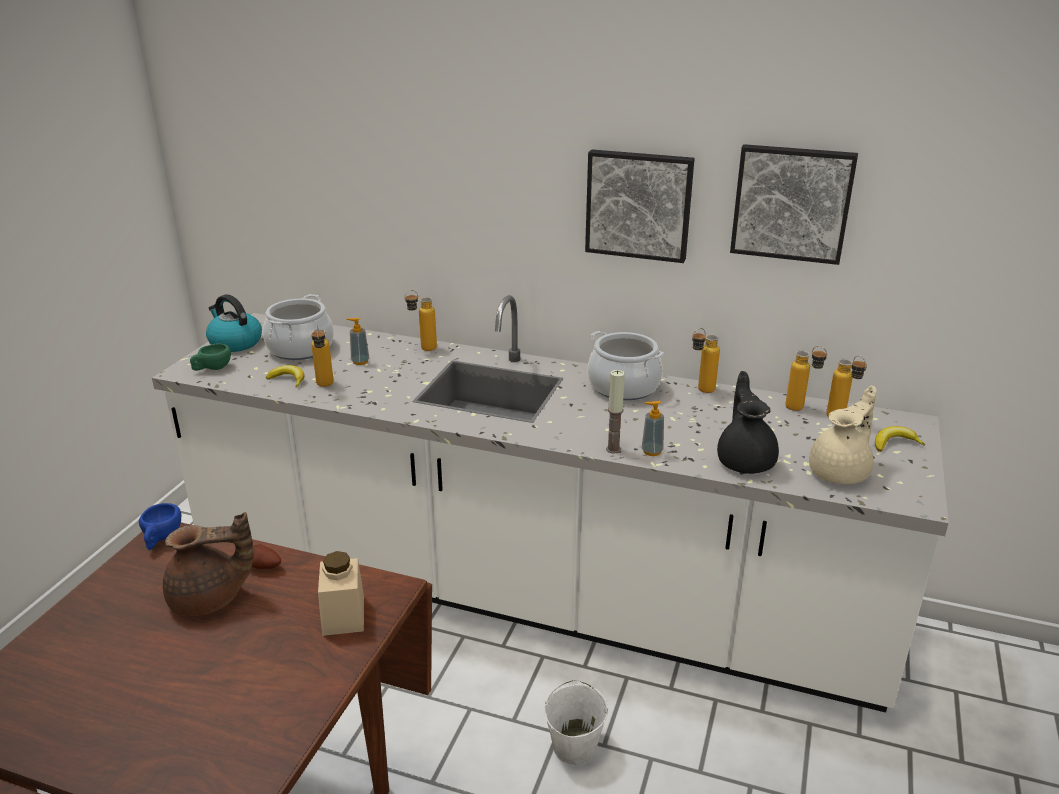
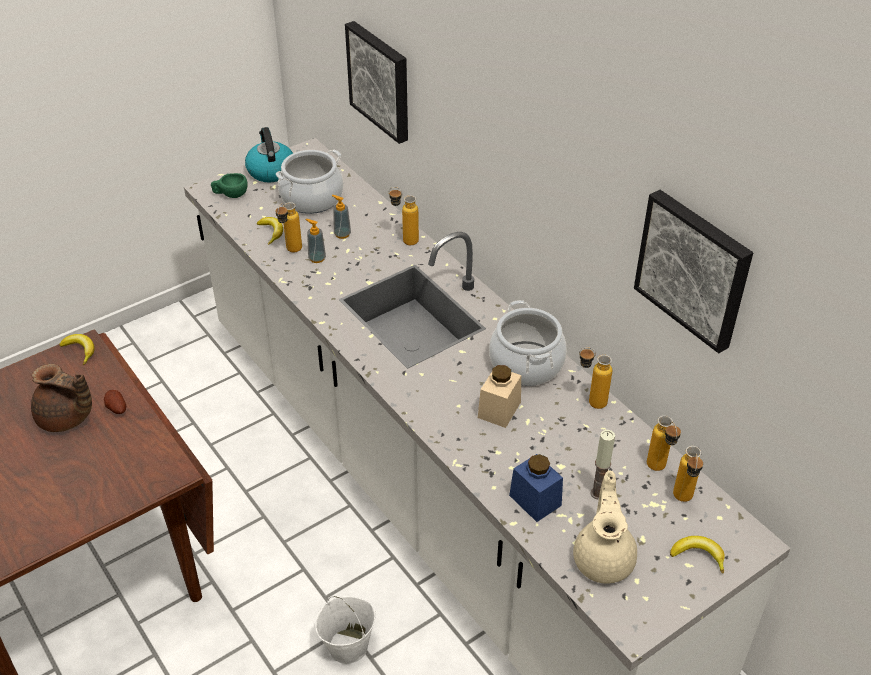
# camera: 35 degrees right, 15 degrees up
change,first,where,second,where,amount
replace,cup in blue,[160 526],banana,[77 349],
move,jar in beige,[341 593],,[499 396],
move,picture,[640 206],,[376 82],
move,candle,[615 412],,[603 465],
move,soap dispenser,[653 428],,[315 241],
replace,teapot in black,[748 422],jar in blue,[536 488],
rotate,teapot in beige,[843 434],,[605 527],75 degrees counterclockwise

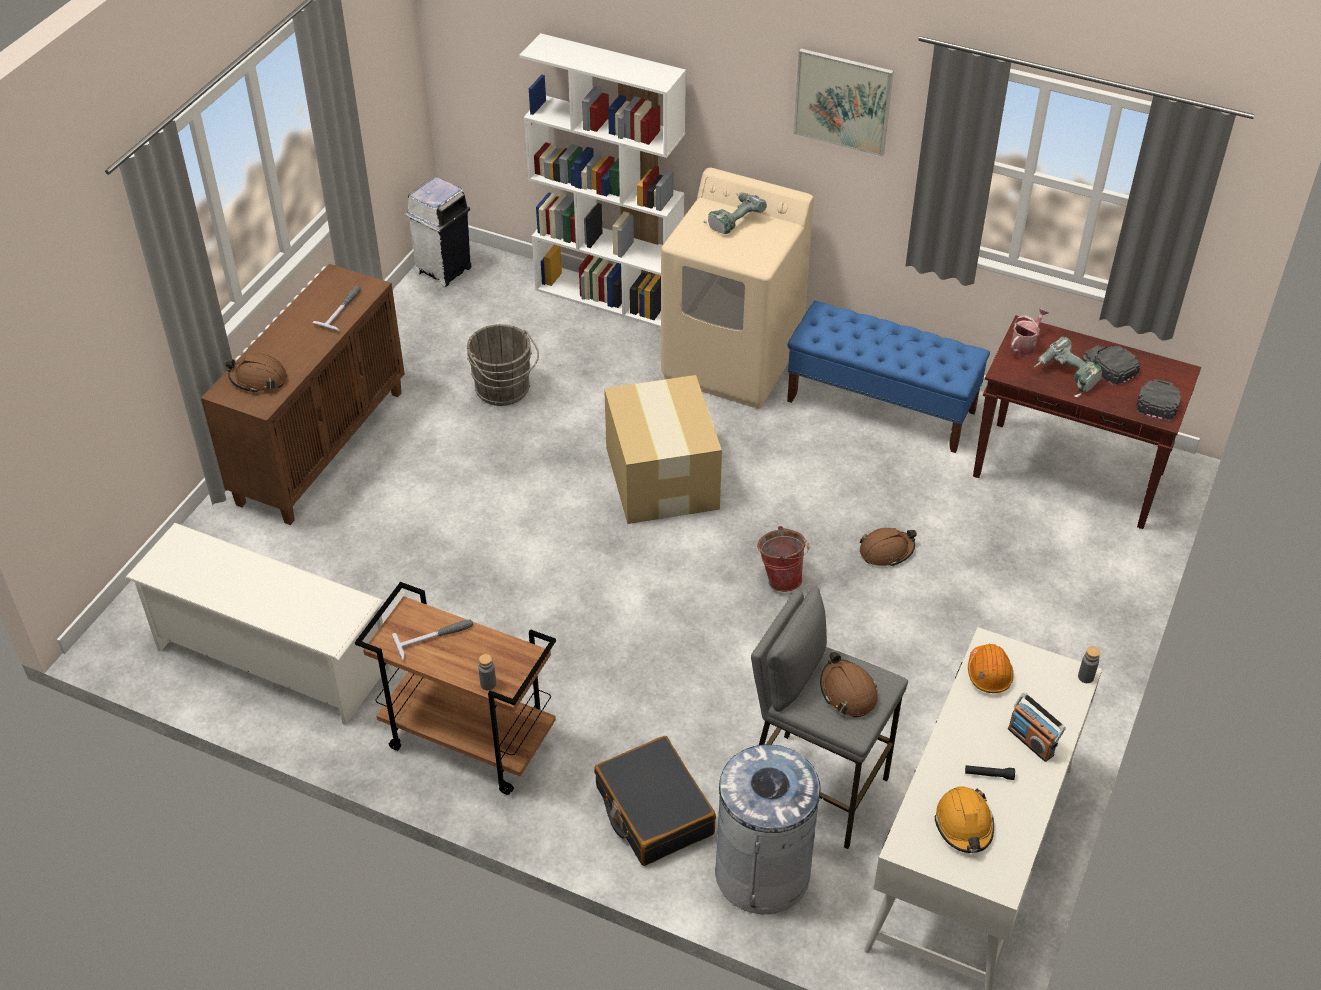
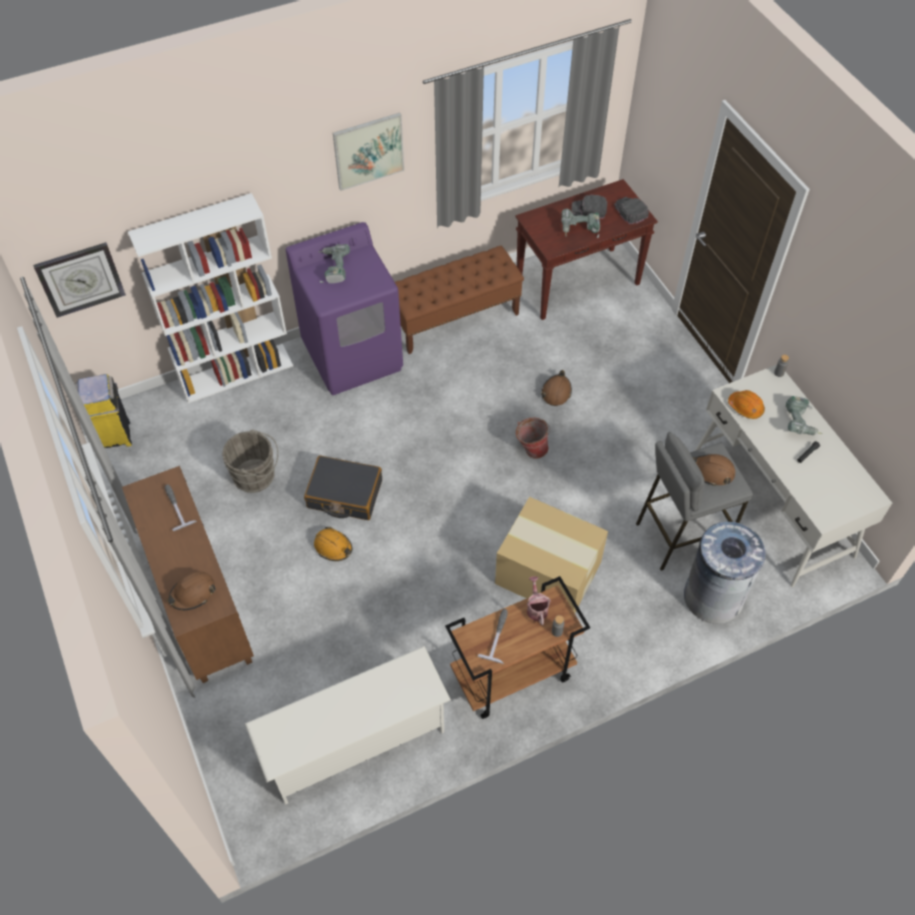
# camera: 50 degrees left, 10 degrees up
change,first,where,second,where,amount
recolor,trash can in white,[438 232],trash can in yellow,[103 411],
move,suitcase in black,[655 801],,[343 487],
move,cardboard box,[663 449],,[551 555],
recolor,washing machine in beige,[737 288],washing machine in purple,[344 308],
recolor,bench in blue,[888 377],bench in brown,[459 300],
move,hard hat in orange,[964 819],,[333 544],
replace,radio,[1037 727],power drill,[804 415],
move,watering can,[1029 331],,[539 600],
insert,,,wall clock,[79 280],

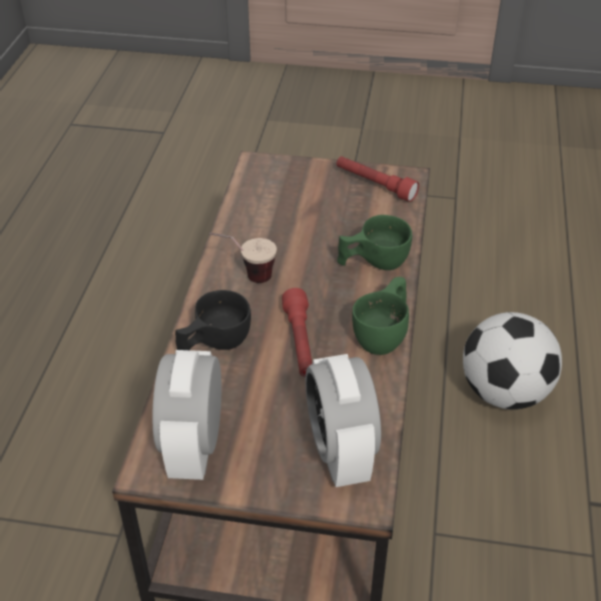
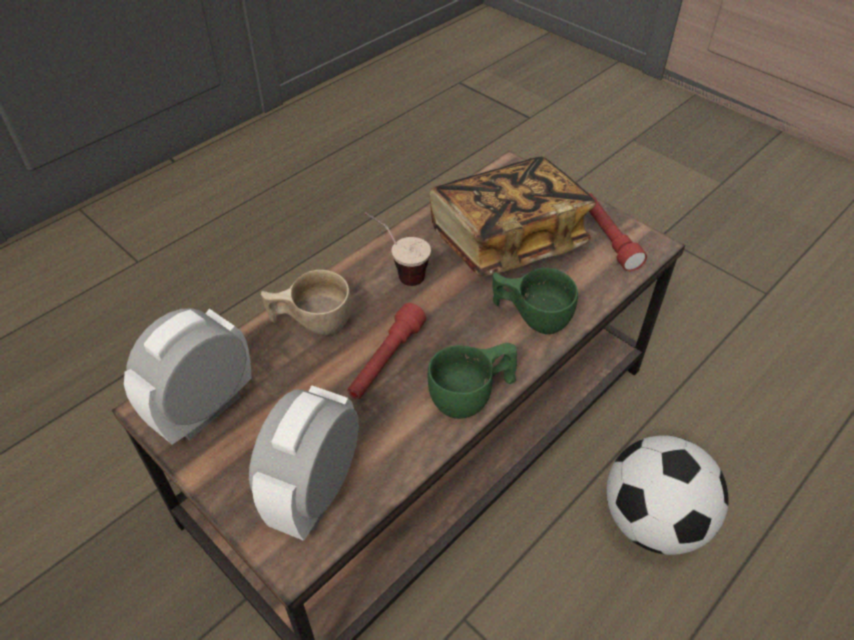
# camera: 35 degrees right, 5 degrees up
change,first,where,second,where,amount
recolor,cup in black,[213 320],cup in beige,[306 302],
insert,,,book,[512 217],

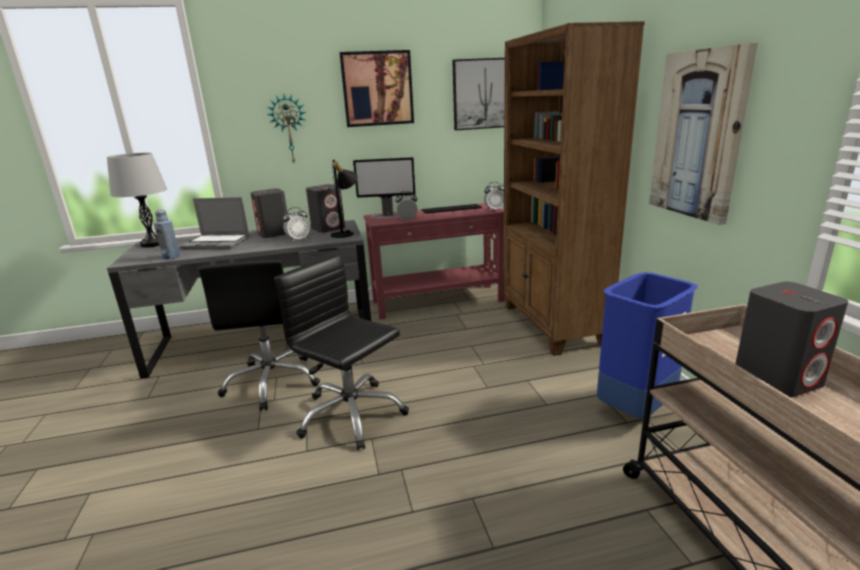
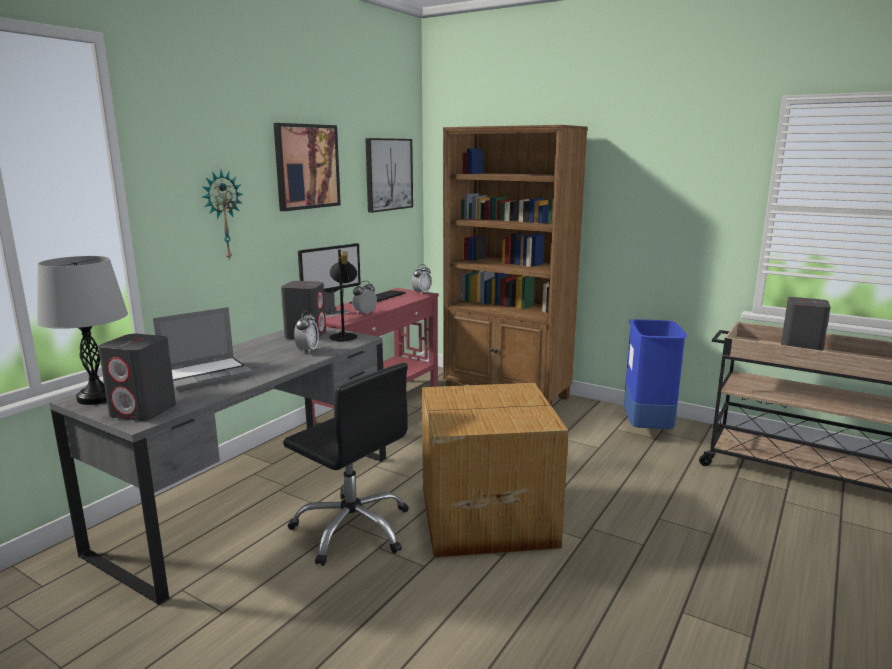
# camera: 45 degrees left, 5 degrees down
change,first,where,second,where,amount
delete,bottle in blue,[167 234],,,
move,speaker in grey,[269 213],,[137 377],
replace,office chair in black,[341 352],cardboard box,[495 470],
delete,picture,[703 134],,,

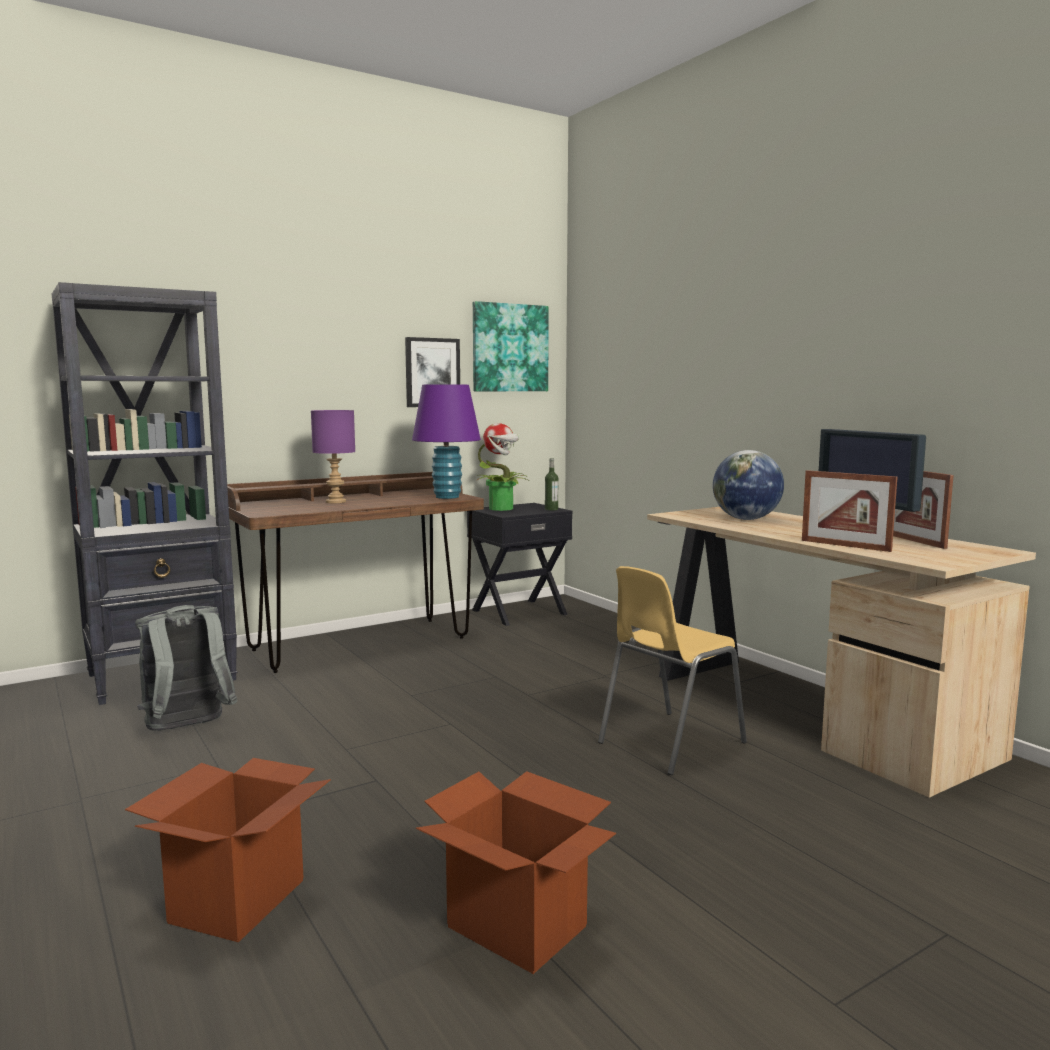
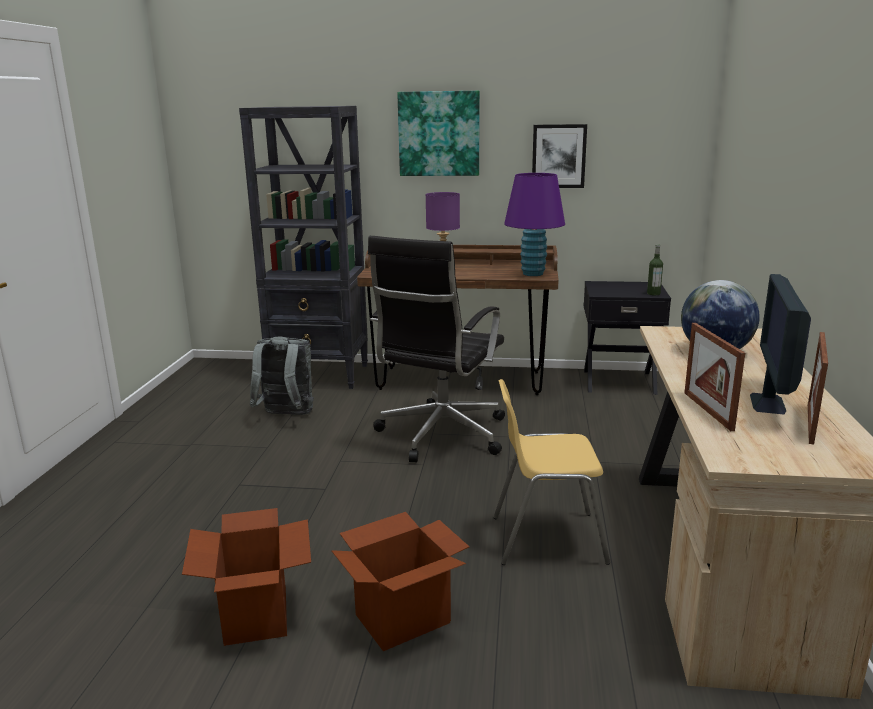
# camera: 40 degrees right, 10 degrees up
change,first,where,second,where,amount
move,cardboard box,[228 850],,[400 581],
move,picture,[511 346],,[438 133],
delete,potted plant,[502 467],,,
insert,,,office chair in black,[436 349],

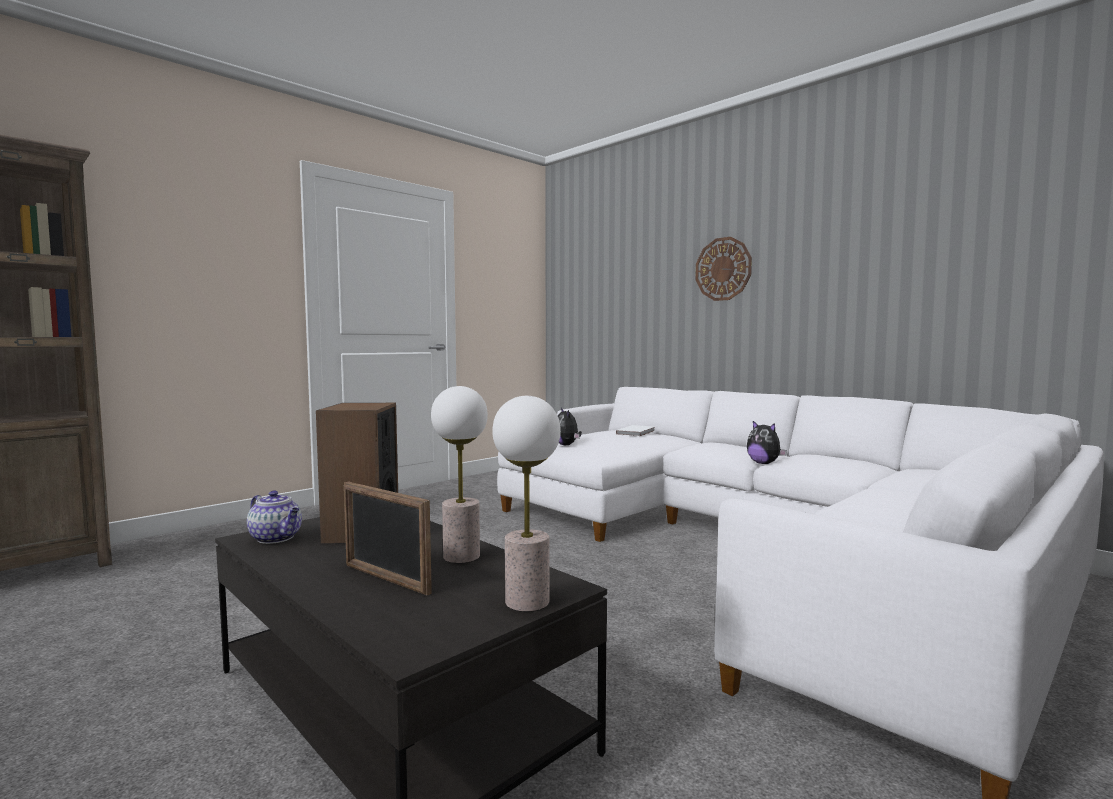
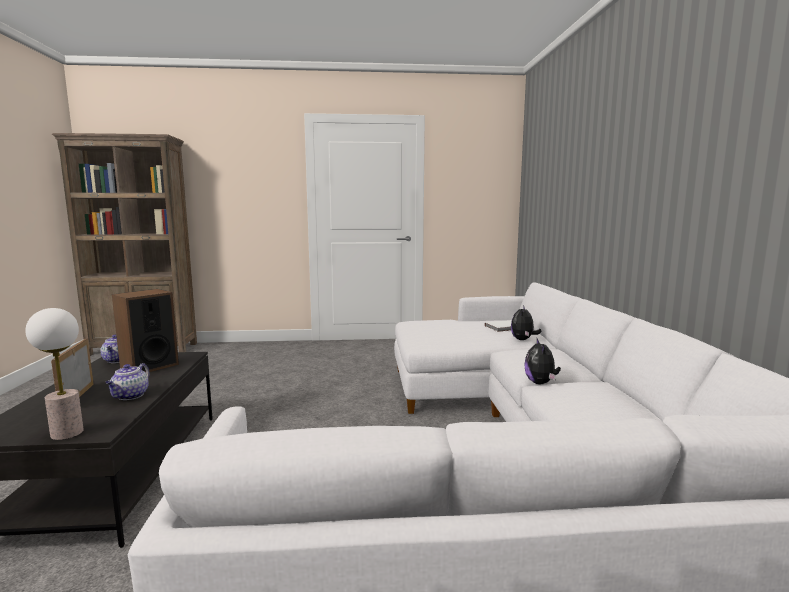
# camera: 40 degrees right, 5 degrees up
change,first,where,second,where,amount
replace,table lamp,[459 474],teapot,[127 381],
move,plush toy,[570 426],,[526 324],
delete,wall clock,[723 269],,,

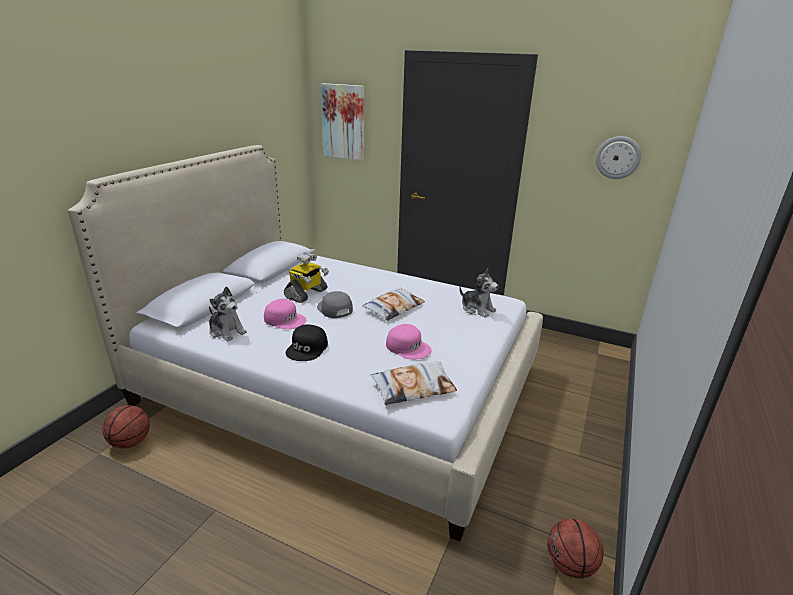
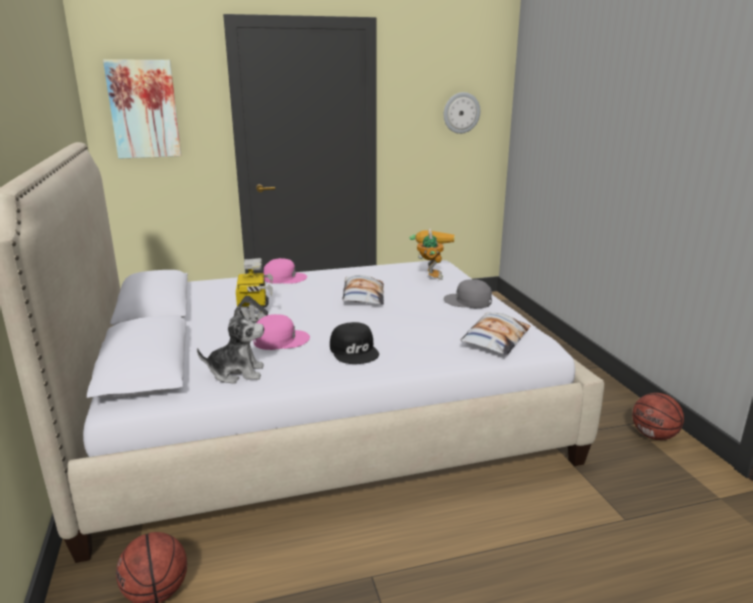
# camera: 40 degrees left, 5 degrees down
change,first,where,second,where,amount
move,cap in grey,[335 304],,[467 293],
move,cap in pink,[409 341],,[285 271],
replace,plush toy,[479 293],toy robot,[432 254],

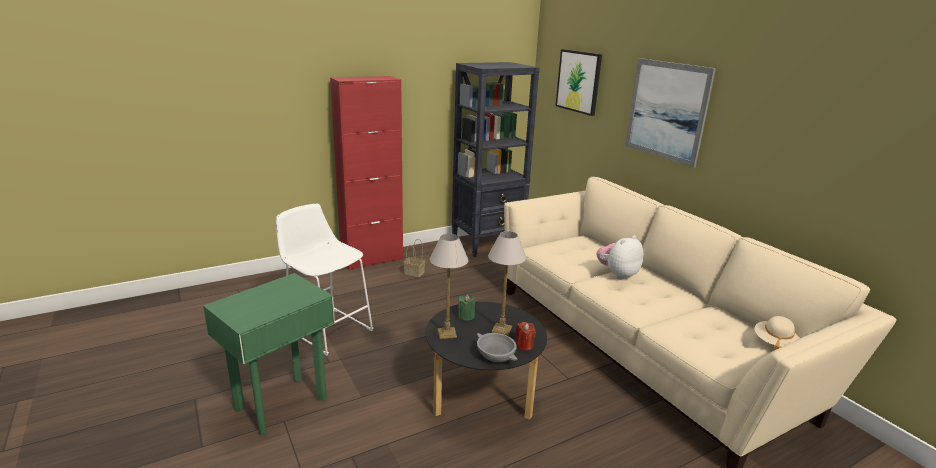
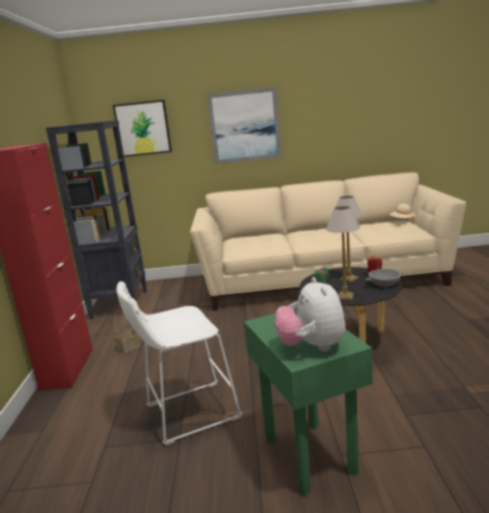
# camera: 60 degrees left, 5 degrees down
change,first,where,second,where,amount
move,plush toy,[620 257],,[310 314],

